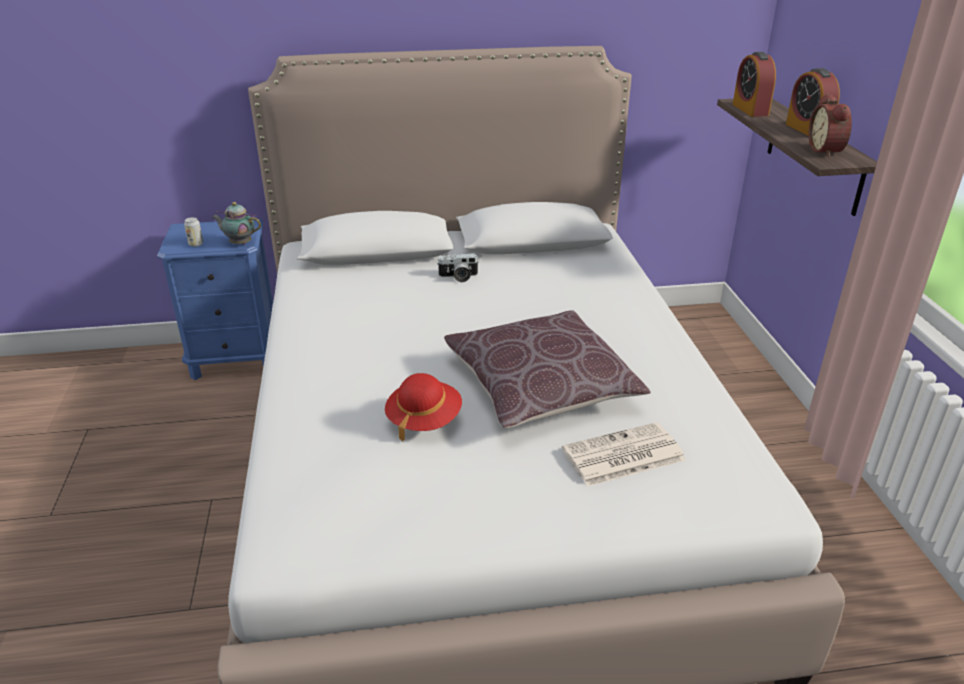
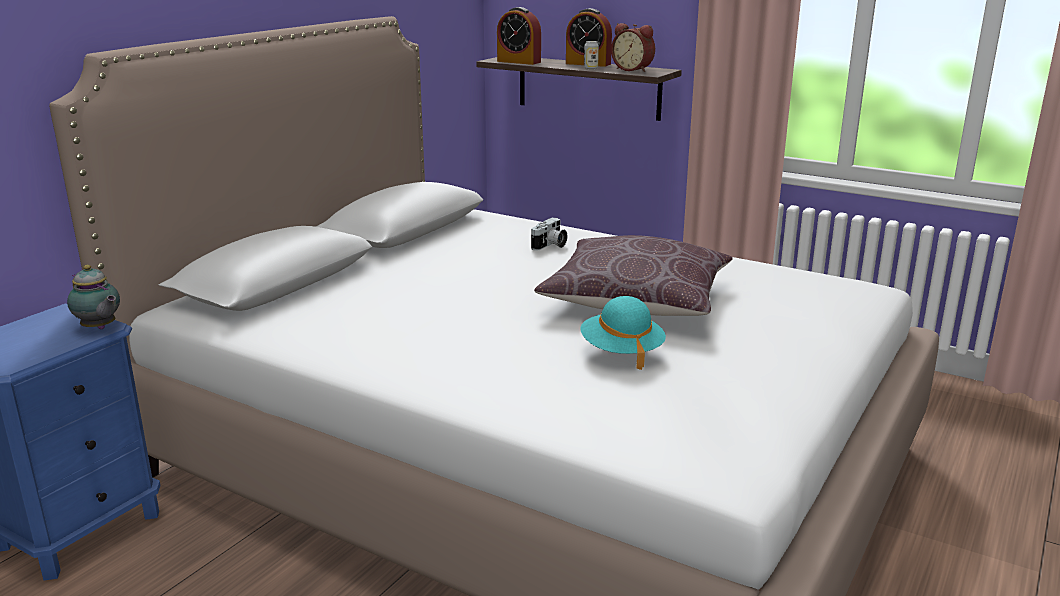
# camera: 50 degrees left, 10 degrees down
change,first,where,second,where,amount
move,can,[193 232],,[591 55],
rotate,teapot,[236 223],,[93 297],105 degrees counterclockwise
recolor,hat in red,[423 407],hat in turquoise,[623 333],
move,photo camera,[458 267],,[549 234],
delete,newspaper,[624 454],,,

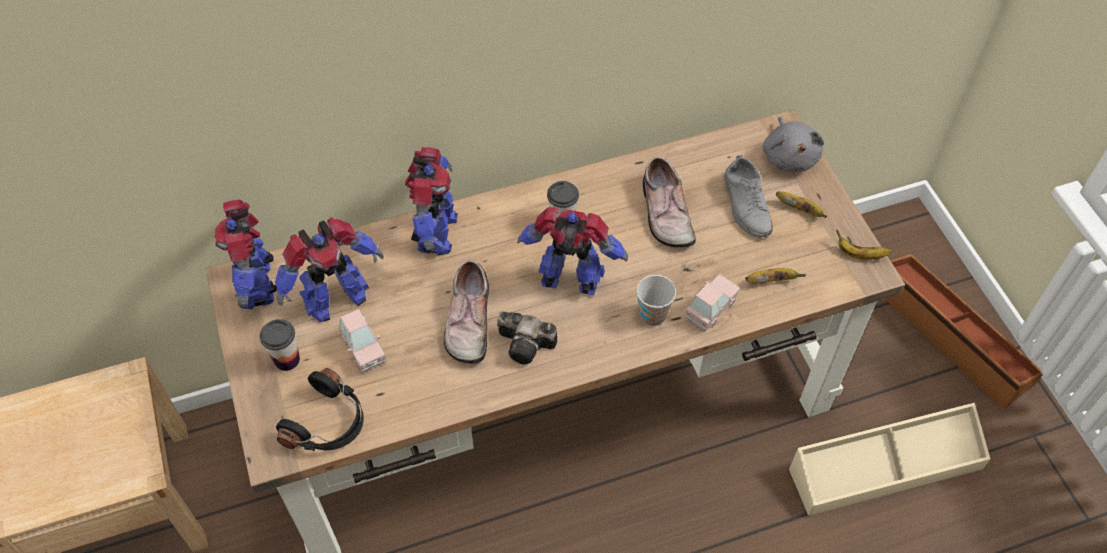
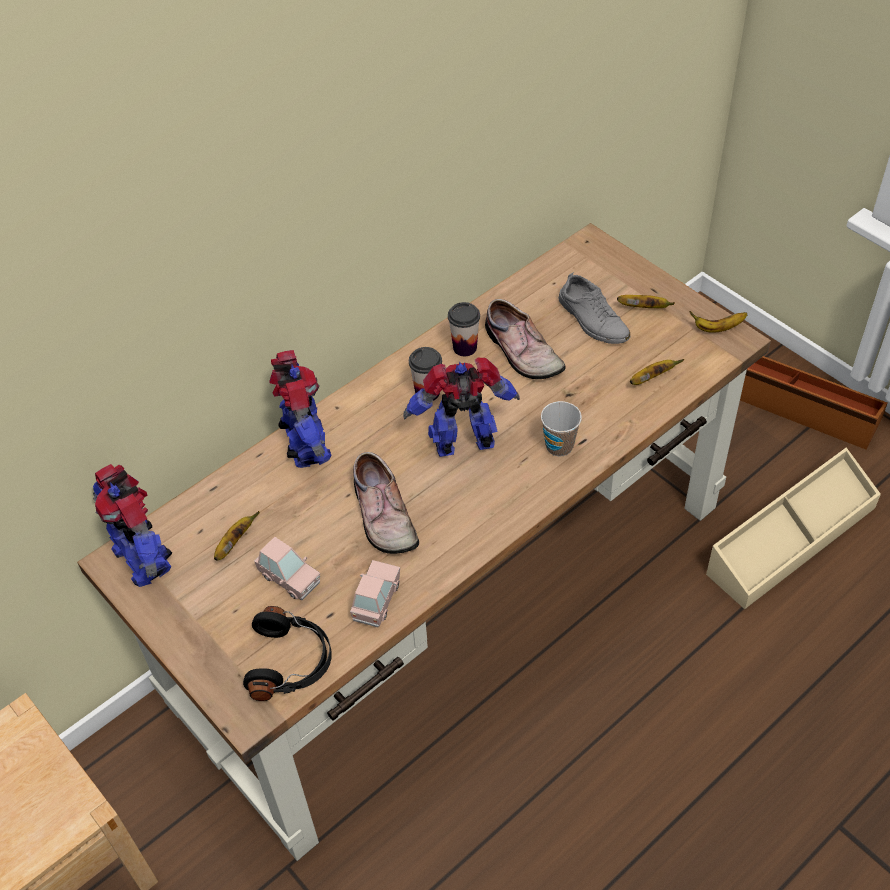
# camera: 20 degrees left, 5 degrees down
change,first,where,second,where,amount
move,cup,[280 345],,[464 329],
replace,toy robot,[329 269],banana,[237 536],
delete,photo camera,[527 338],,,
move,toy car in pink,[713 302],,[375 593],
delete,plush toy in grey,[793 144],,,

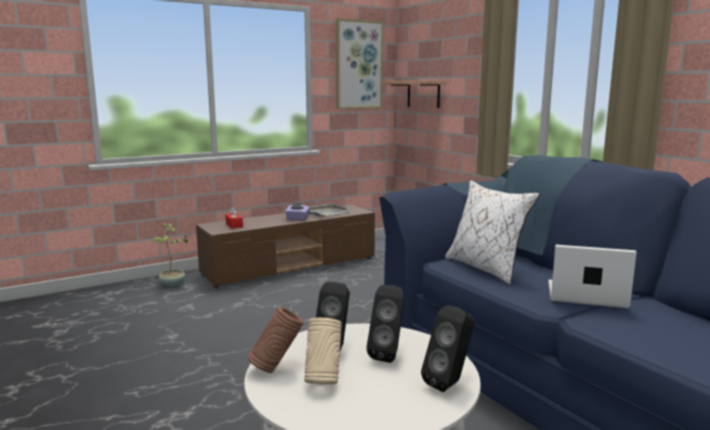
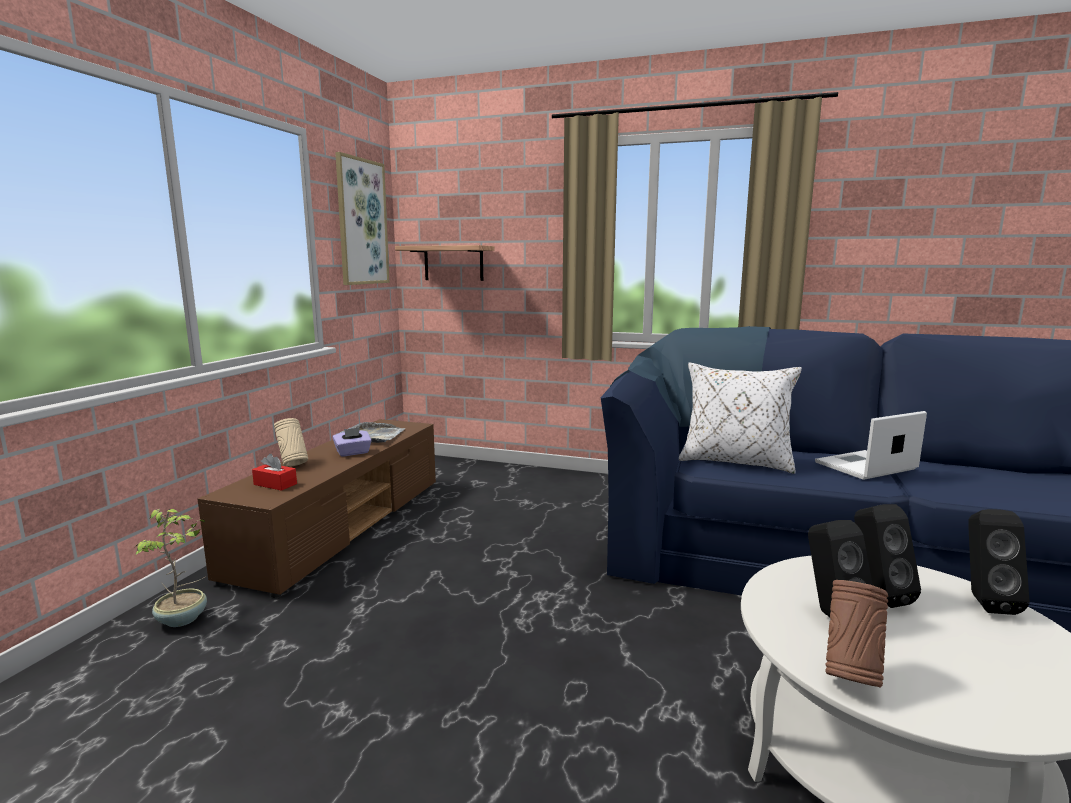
# camera: 40 degrees left, 0 degrees up
change,first,where,second,where,amount
move,vase in beige,[323 351],,[291 442],

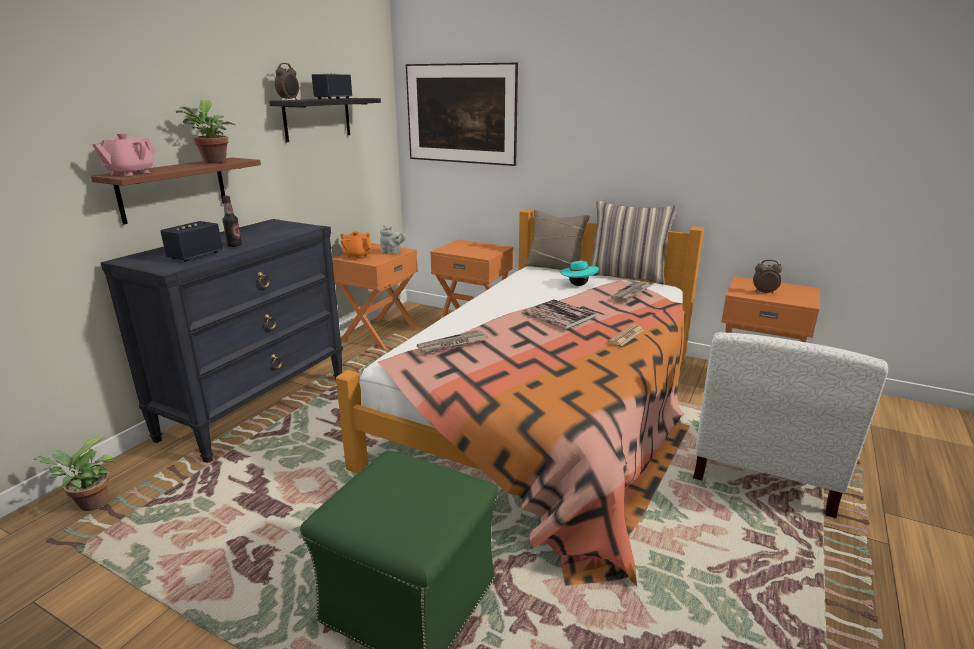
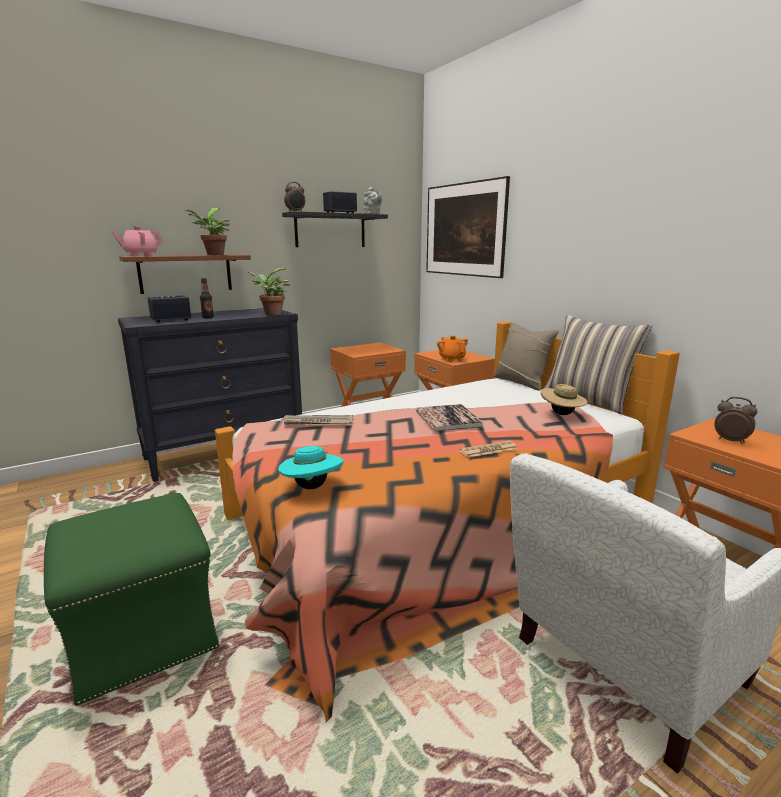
# camera: 30 degrees right, 5 degrees down
change,first,where,second,where,amount
move,potted plant,[75 474],,[269 291],
move,teapot in orange,[356 245],,[452 348],
move,teapot in grey,[393 239],,[372 200],
move,hat in turquoise,[579 272],,[311 465],
replace,newspaper,[631 291],hat in beige,[564 399],

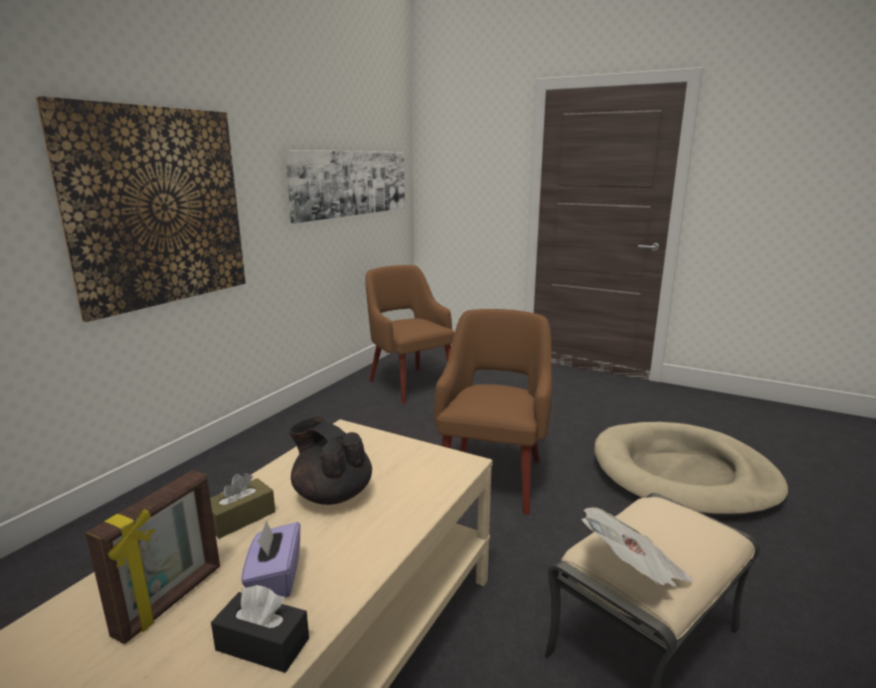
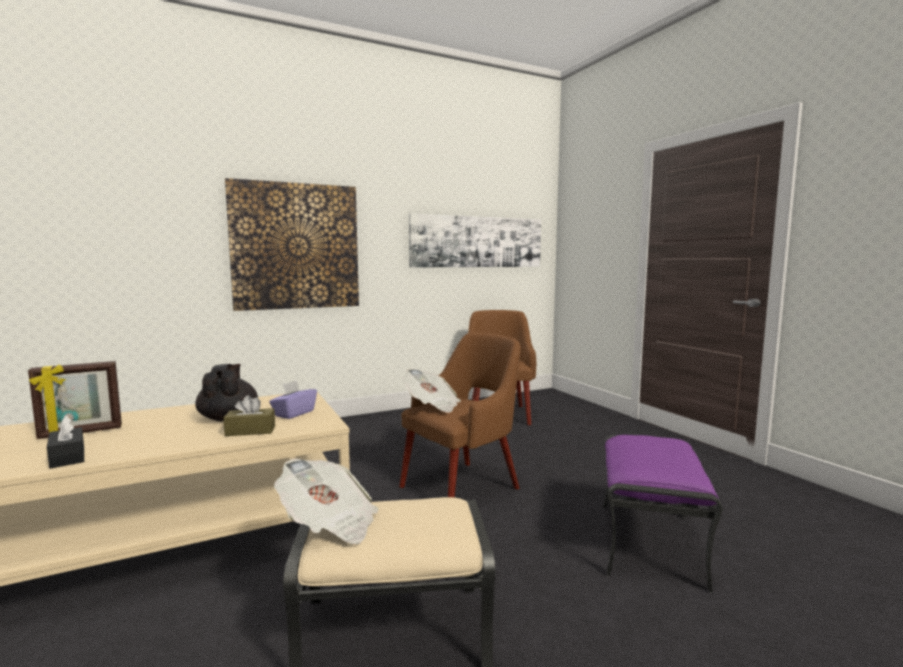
# camera: 35 degrees right, 10 degrees down
change,first,where,second,where,amount
move,tissue box in brown,[242 506],,[249 415],
move,tissue box in purple,[270 559],,[293 399],
replace,dog bed in beige,[691 470],ottoman in purple,[663 514],
insert,,,newspaper,[431 391],

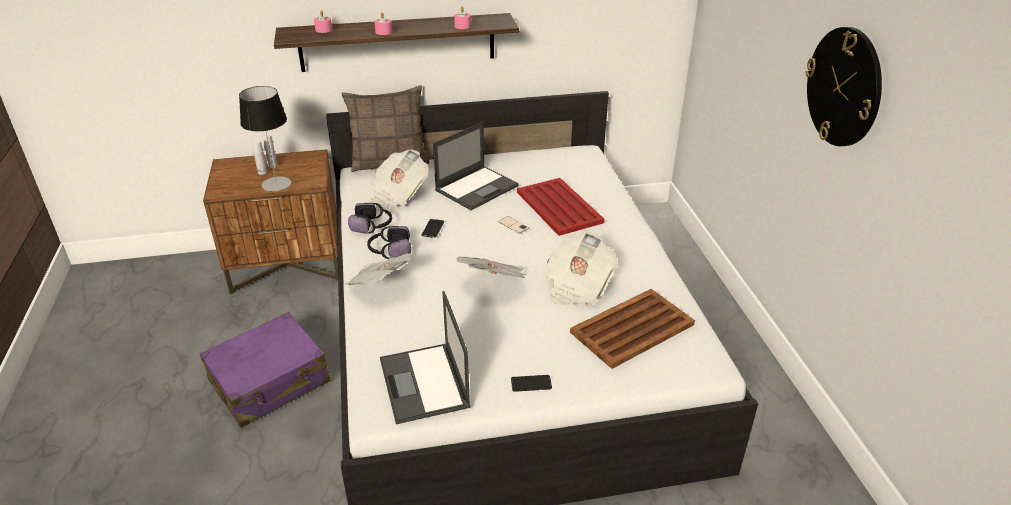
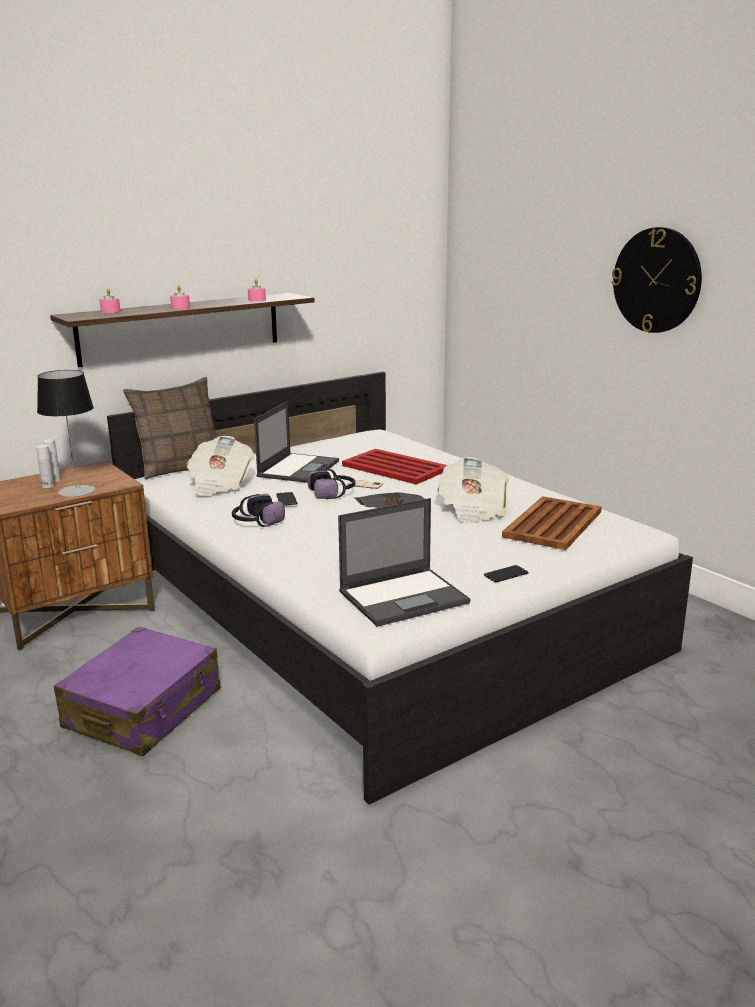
# camera: 25 degrees left, 15 degrees down
change,first,where,second,where,amount
delete,newspaper,[380 269],,,
move,headphones,[370 218],,[331 484],
rotate,laptop,[425 357],,[404 562],75 degrees counterclockwise

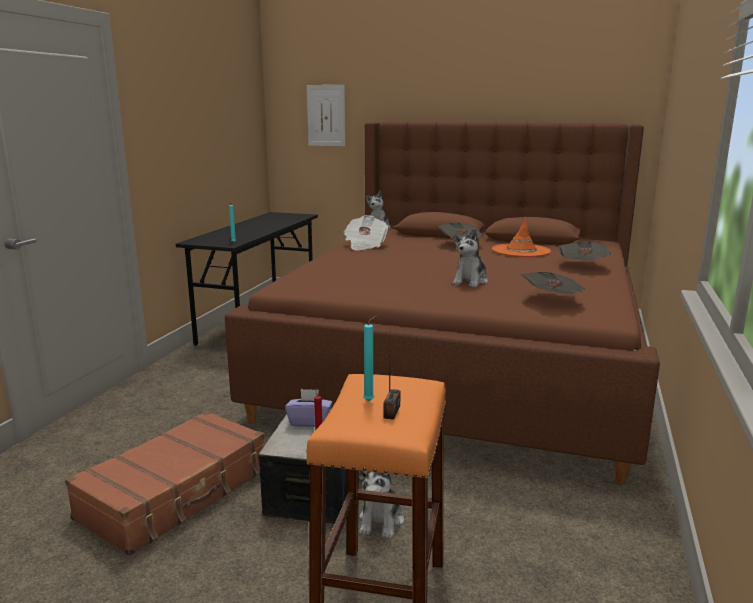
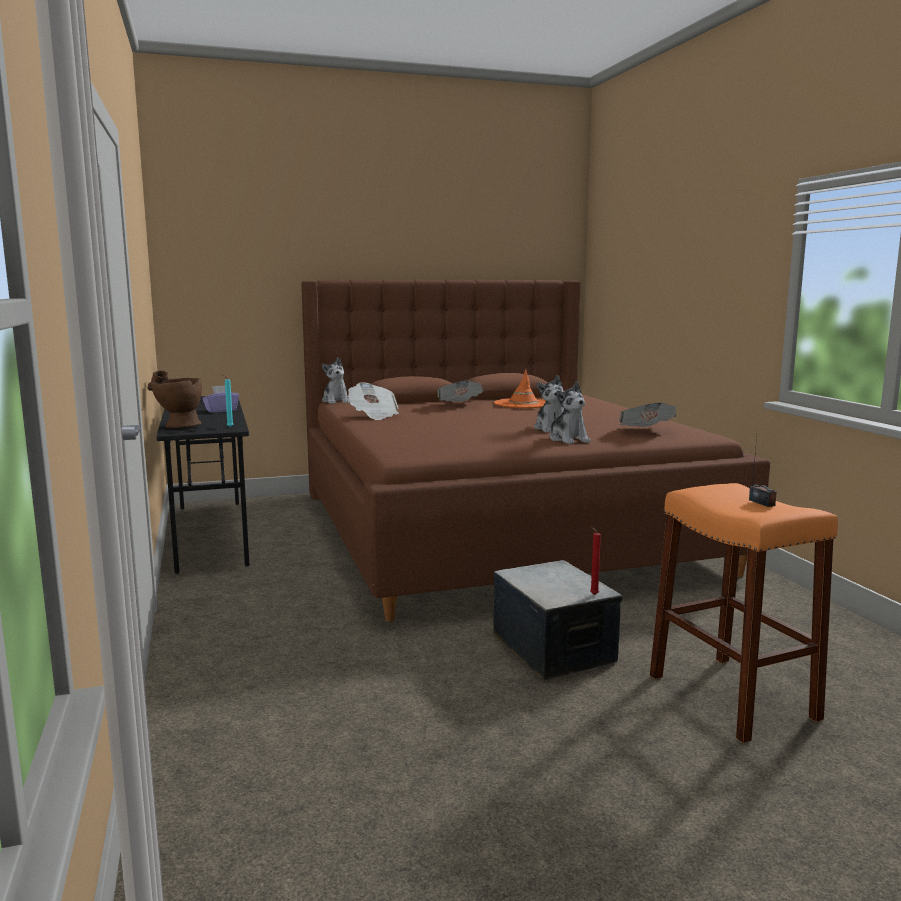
# camera: 35 degrees left, 5 degrees down
change,first,where,second,where,amount
delete,suitcase in brown,[164 483],,,
move,tissue box in purple,[308 408],,[220 399],
delete,picture,[326 115],,,
move,plush toy,[381 504],,[570 412],
delete,candle in turquoise,[370 358],,,
delete,newspaper,[584 251],,,
insert,,,vase in brown,[174 399],

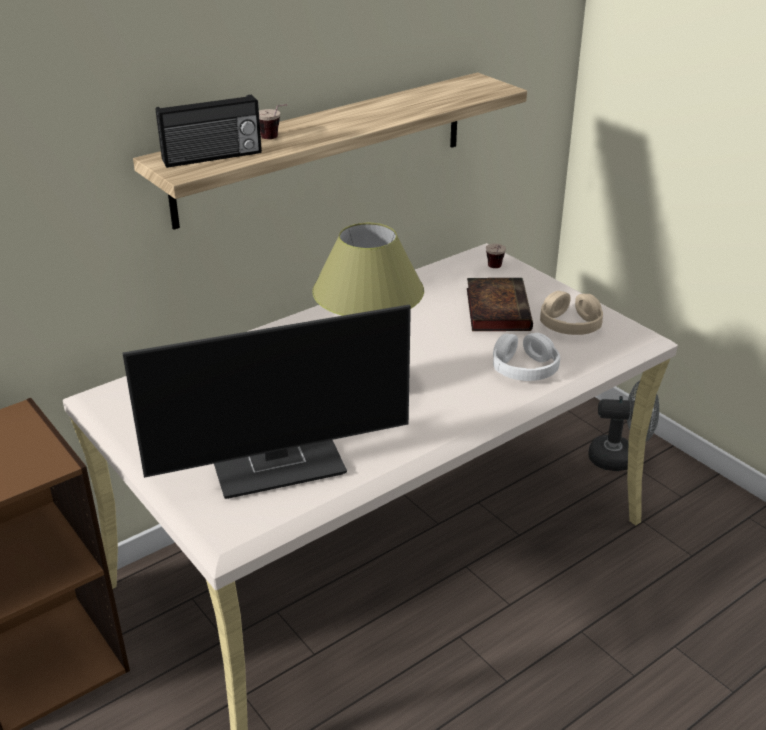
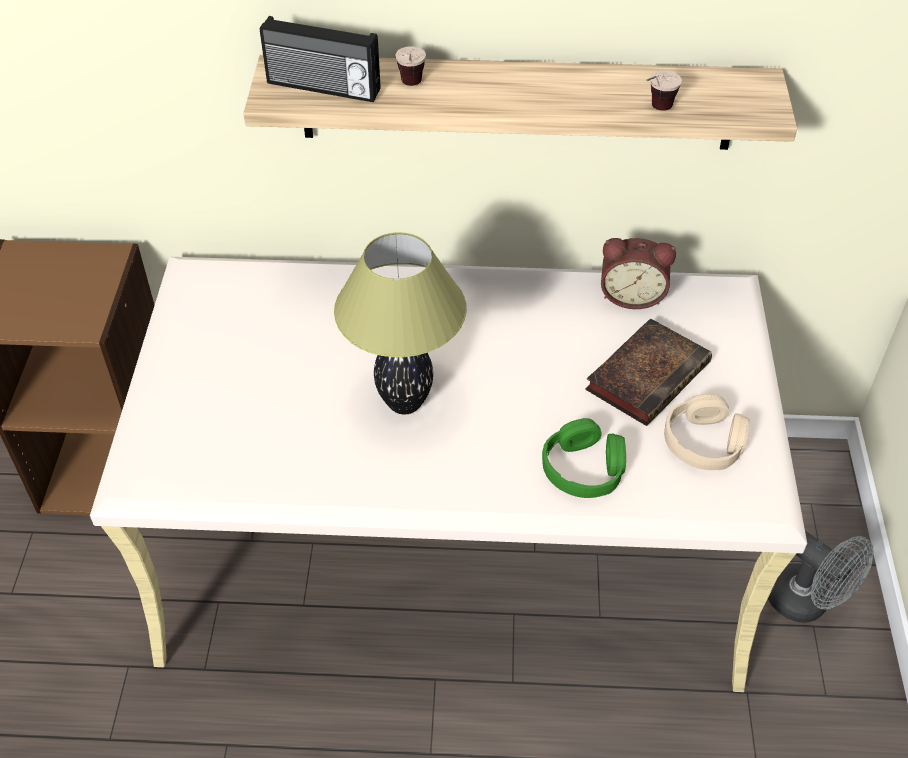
# camera: 40 degrees right, 15 degrees up
change,first,where,second,where,amount
delete,monitor,[267 402],,,
move,cup,[496 256],,[664 90],
recolor,headphones in white,[526 357],headphones in green,[584 458],
insert,,,alarm clock,[638 273],

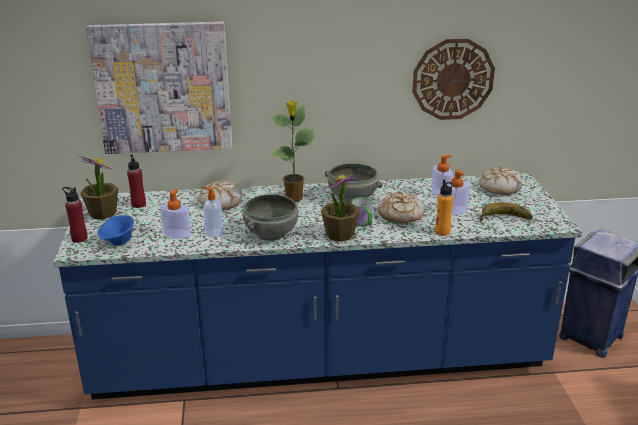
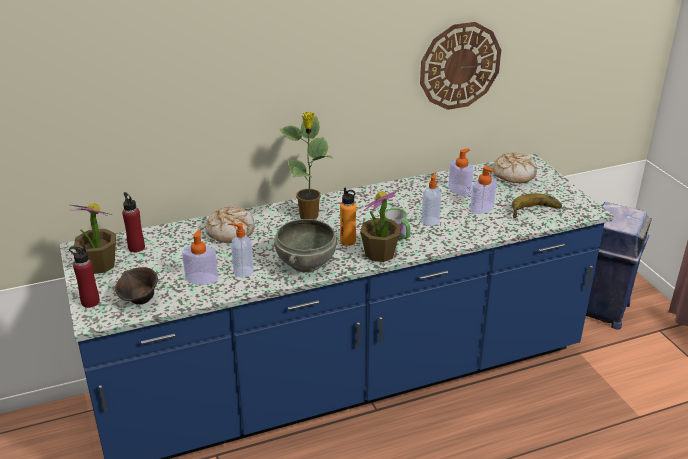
# camera: 15 degrees left, 5 degrees up
change,first,where,second,where,amount
delete,picture,[159 88],,,
recolor,bowl in blue,[116 230],bowl in brown,[136 286],
delete,bowl in grey,[354 183],,,
replace,bread,[401 207],soap dispenser,[431 199],
move,bottle in orange,[444 207],,[348 217],

